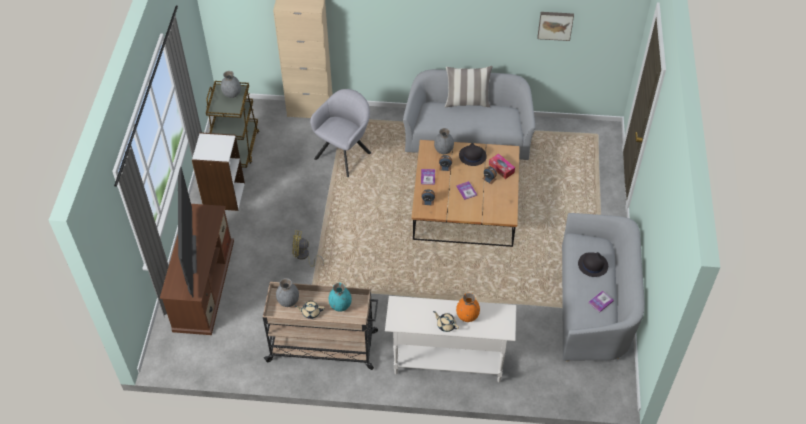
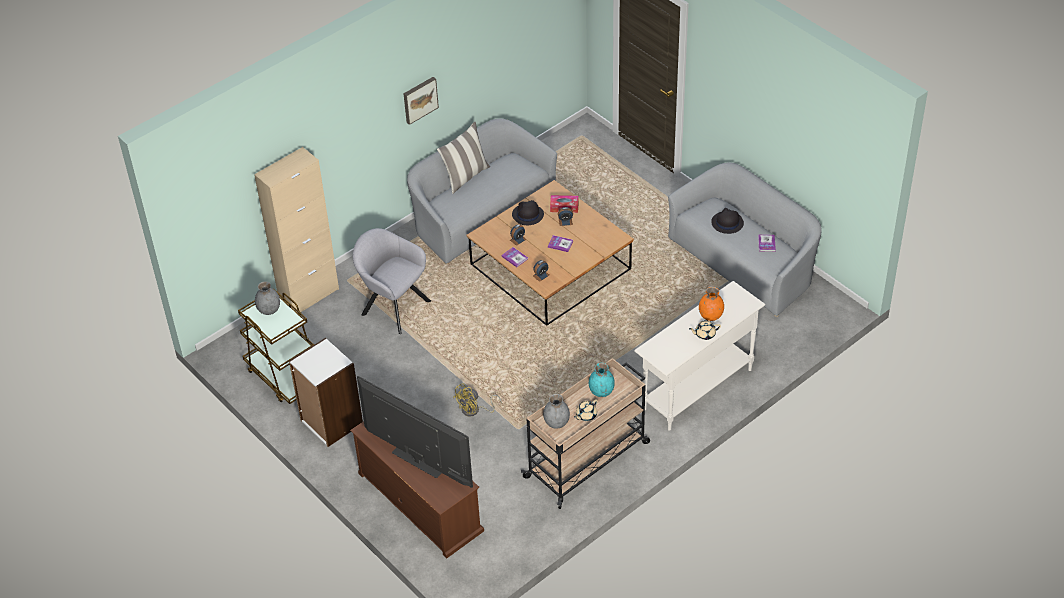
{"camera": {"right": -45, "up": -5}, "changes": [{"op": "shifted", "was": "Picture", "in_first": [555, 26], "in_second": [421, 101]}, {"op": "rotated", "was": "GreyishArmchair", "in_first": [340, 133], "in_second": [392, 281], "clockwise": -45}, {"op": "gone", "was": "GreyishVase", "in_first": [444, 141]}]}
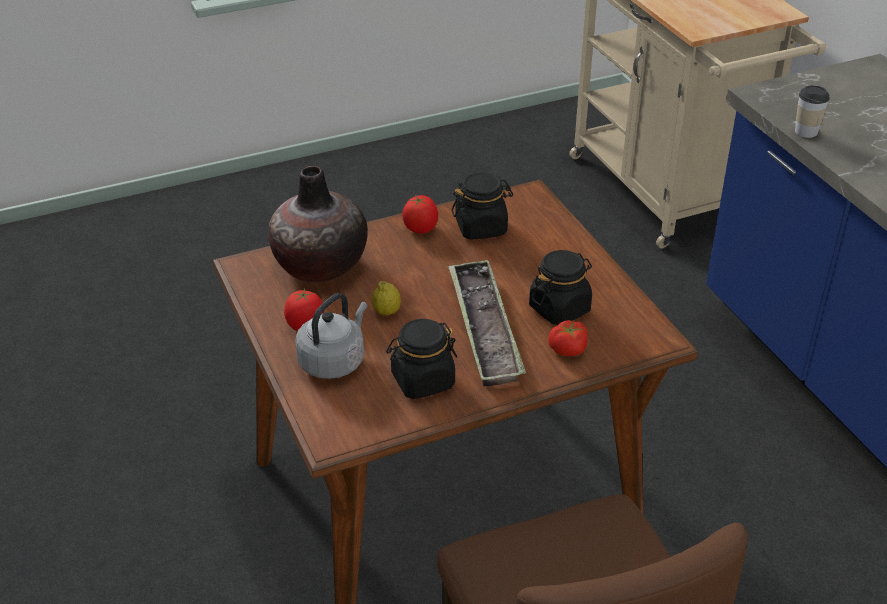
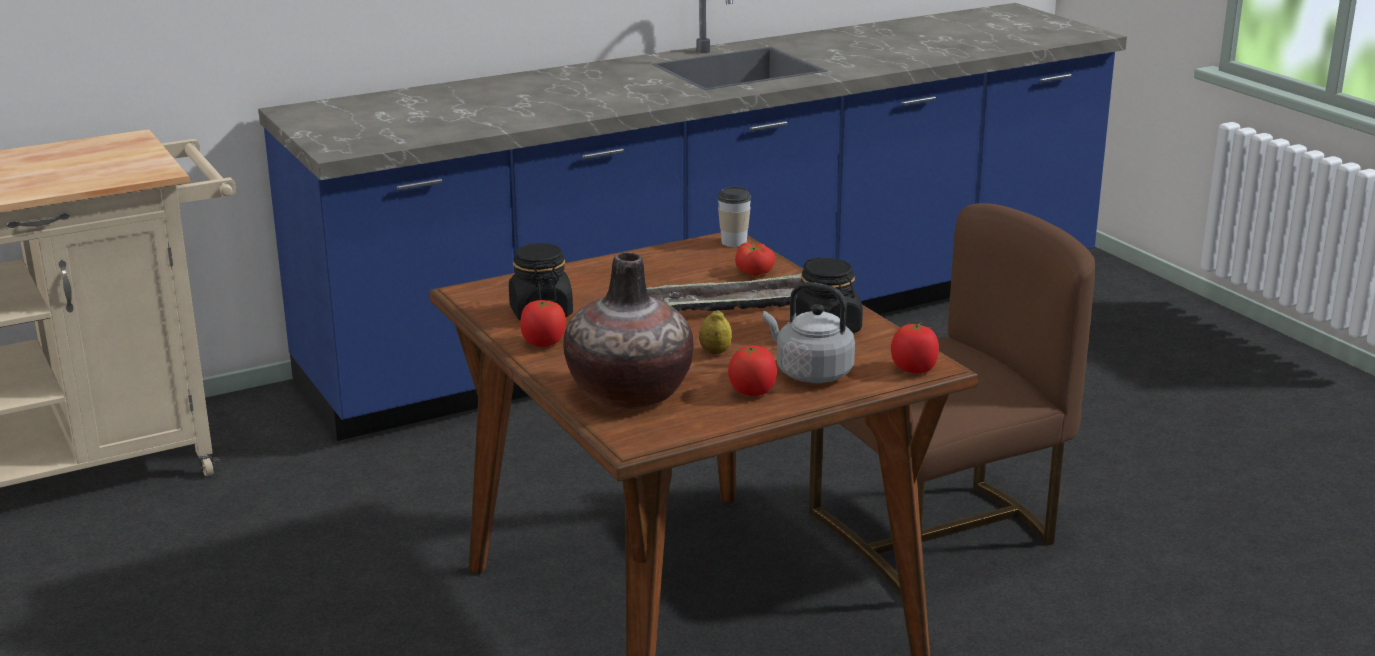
{"camera": {"right": -95, "up": -15}, "changes": [{"op": "shifted", "was": "SmallCup", "in_first": [812, 111], "in_second": [734, 217]}, {"op": "gone", "was": "BlackishJar", "in_first": [560, 287]}, {"op": "new", "now": "WholeTomato", "in_second": [915, 348]}]}
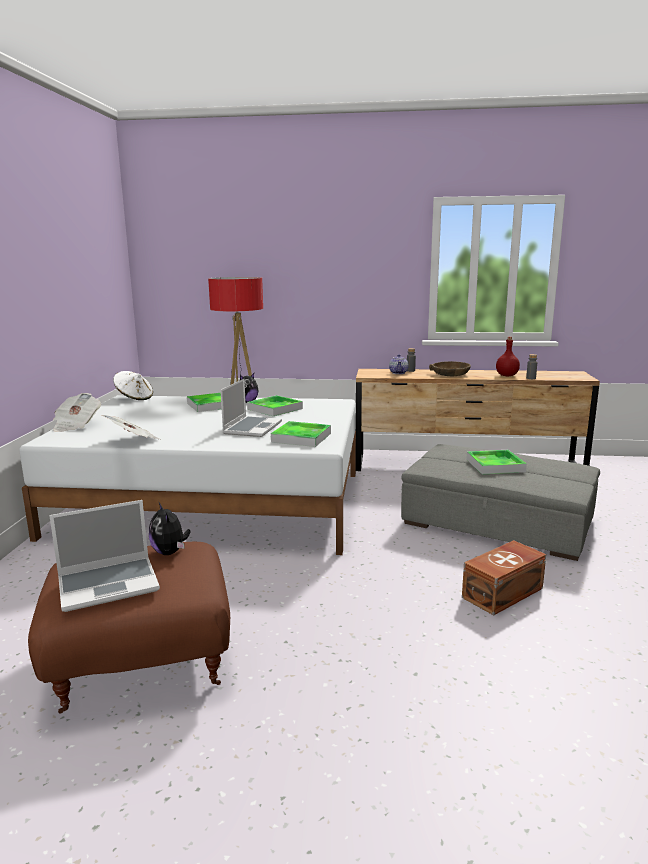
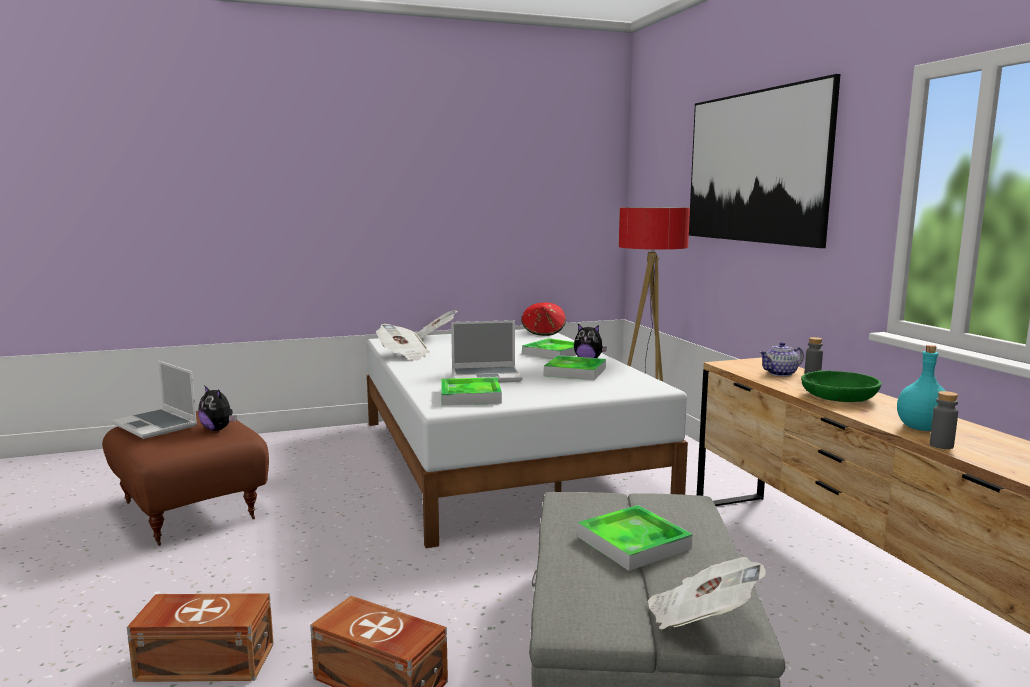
{"camera": {"right": 65, "up": -5}, "changes": [{"op": "repainted", "was": "RedColouredDrinkBottle", "now": "TurquoiseDrinkBottle", "in_first": [508, 356], "in_second": [921, 388]}, {"op": "repainted", "was": "BrownishBowl", "now": "GreenishBowl", "in_first": [450, 368], "in_second": [841, 386]}, {"op": "repainted", "was": "WhitishHat", "now": "RedColouredHat", "in_first": [133, 385], "in_second": [543, 319]}, {"op": "rotated", "was": "SoftToy", "in_first": [169, 529], "in_second": [217, 408], "clockwise": -90}, {"op": "new", "now": "Picture", "in_second": [764, 161]}, {"op": "new", "now": "DailyPaper", "in_second": [706, 593]}, {"op": "new", "now": "BrownishStorageContainer", "in_second": [200, 637]}]}
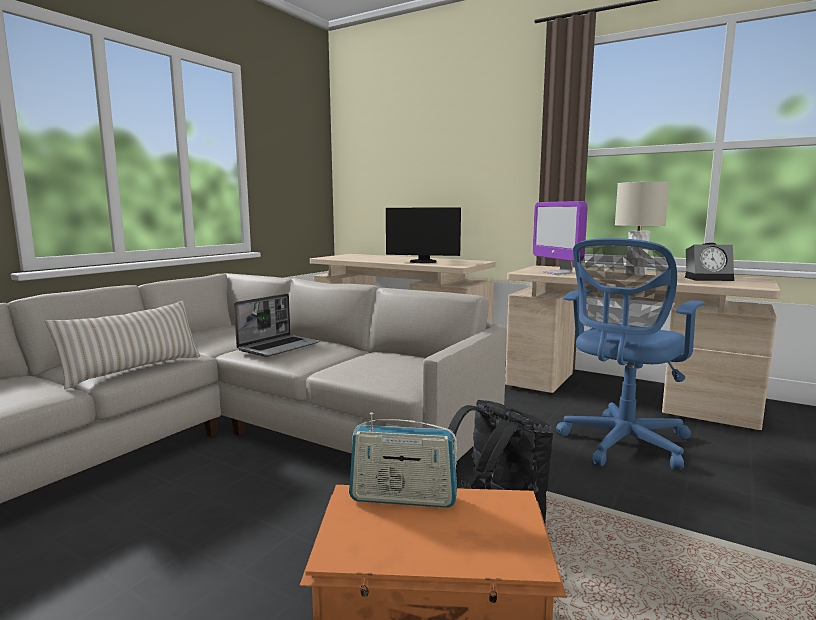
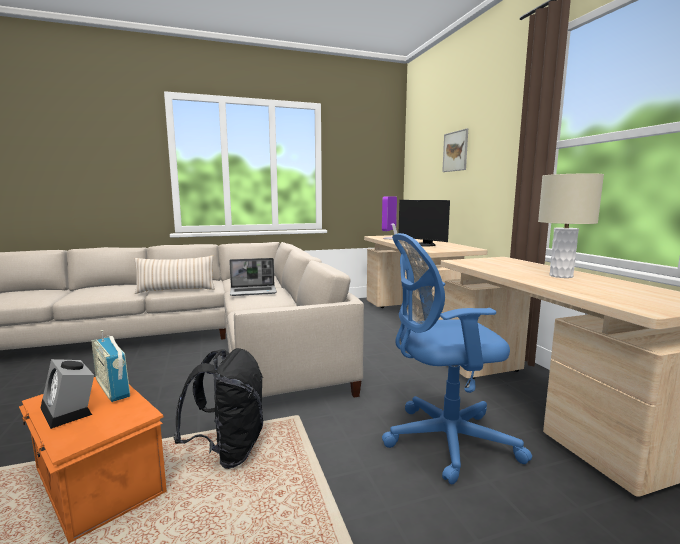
{"camera": {"right": 40, "up": 0}, "changes": [{"op": "shifted", "was": "ComputerScreen", "in_first": [560, 238], "in_second": [389, 217]}, {"op": "shifted", "was": "AlarmClock", "in_first": [709, 262], "in_second": [67, 394]}, {"op": "new", "now": "Picture", "in_second": [455, 150]}]}
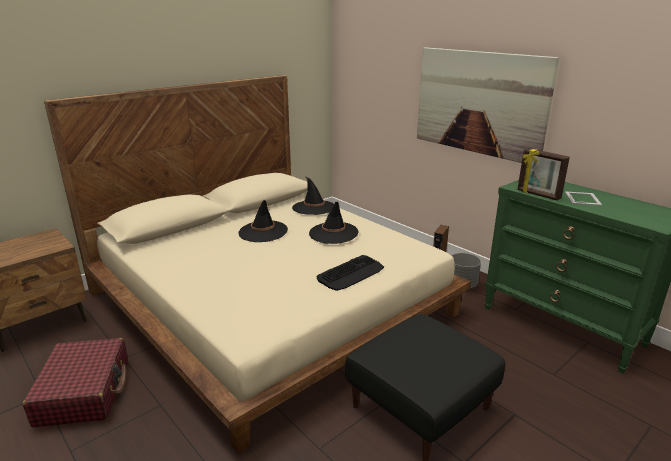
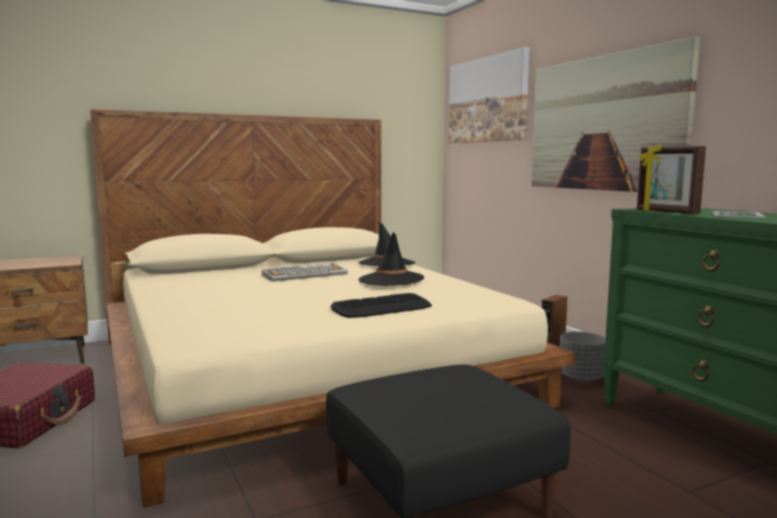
{"camera": {"right": 15, "up": -15}, "changes": [{"op": "swapped", "was": "BlackishHat", "now": "ComputerKeyboard", "in_first": [263, 221], "in_second": [305, 272]}, {"op": "new", "now": "Picture", "in_second": [489, 95]}]}
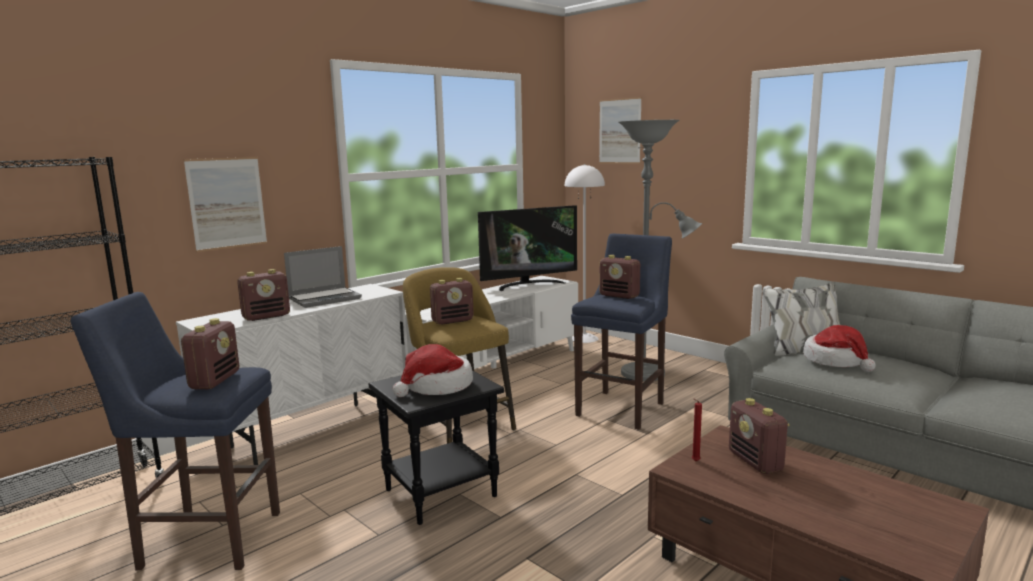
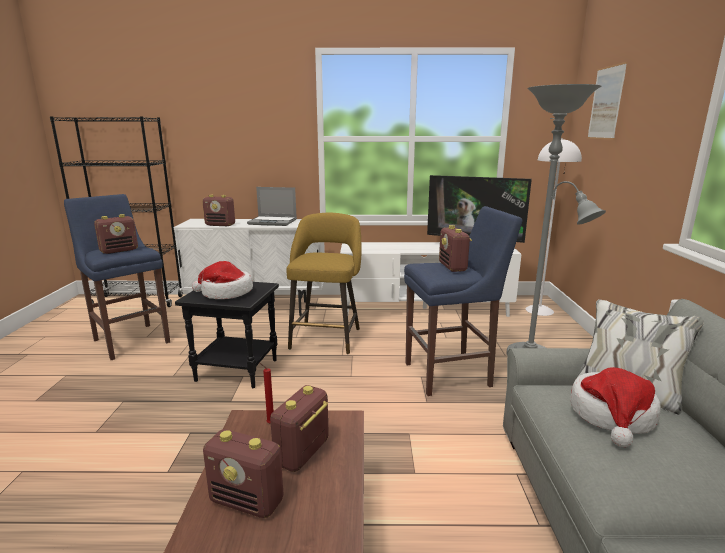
{"camera": {"right": 45, "up": 5}, "changes": [{"op": "gone", "was": "Picture", "in_first": [225, 204]}, {"op": "shifted", "was": "Radio", "in_first": [452, 301], "in_second": [243, 473]}]}
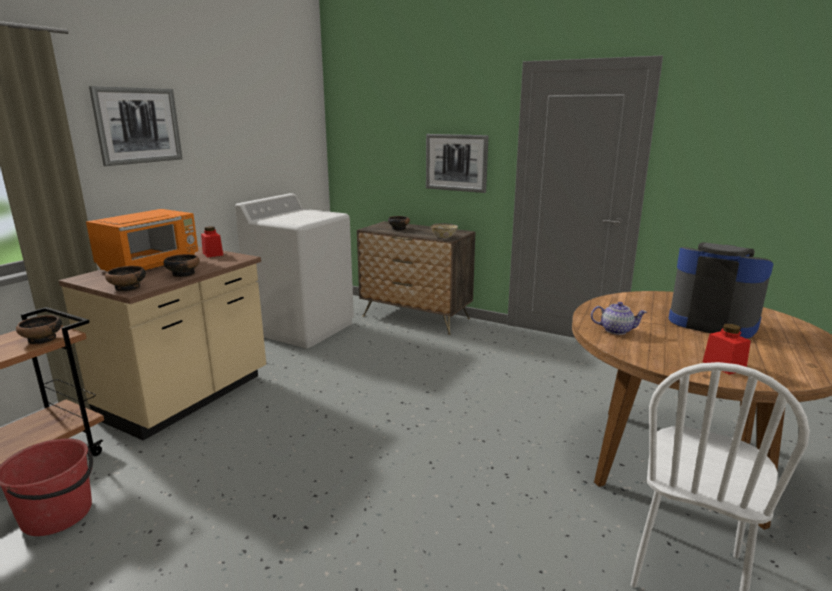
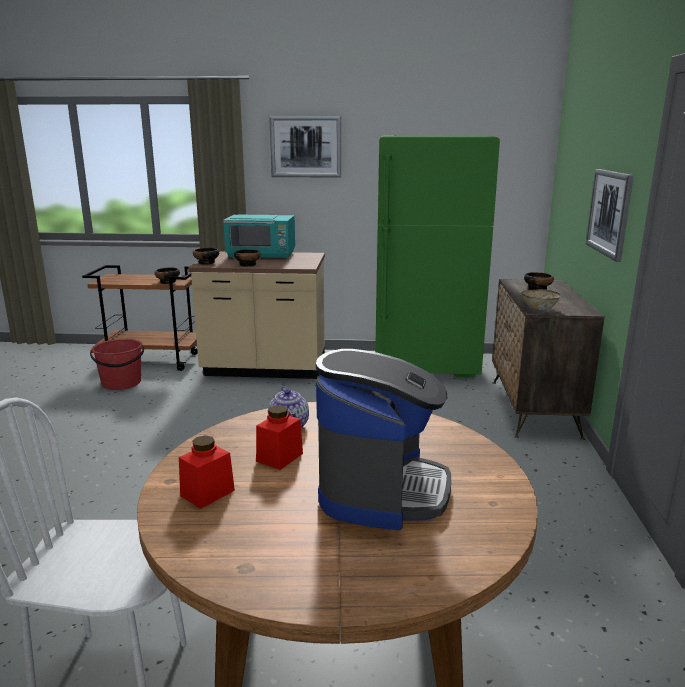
{"camera": {"right": 65, "up": 0}, "changes": [{"op": "swapped", "was": "WhitishLaundryAppliance", "now": "GreenishKitchenFridge", "in_first": [294, 270], "in_second": [437, 256]}, {"op": "repainted", "was": "OrangeMicrowaveOven", "now": "TurquoiseMicrowaveOven", "in_first": [142, 240], "in_second": [259, 237]}, {"op": "shifted", "was": "RedColouredJar", "in_first": [212, 242], "in_second": [279, 437]}]}
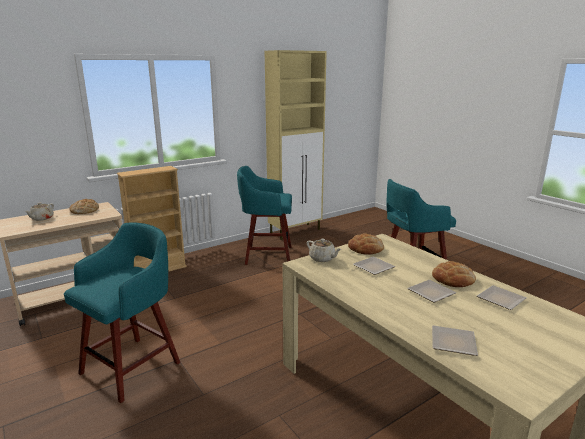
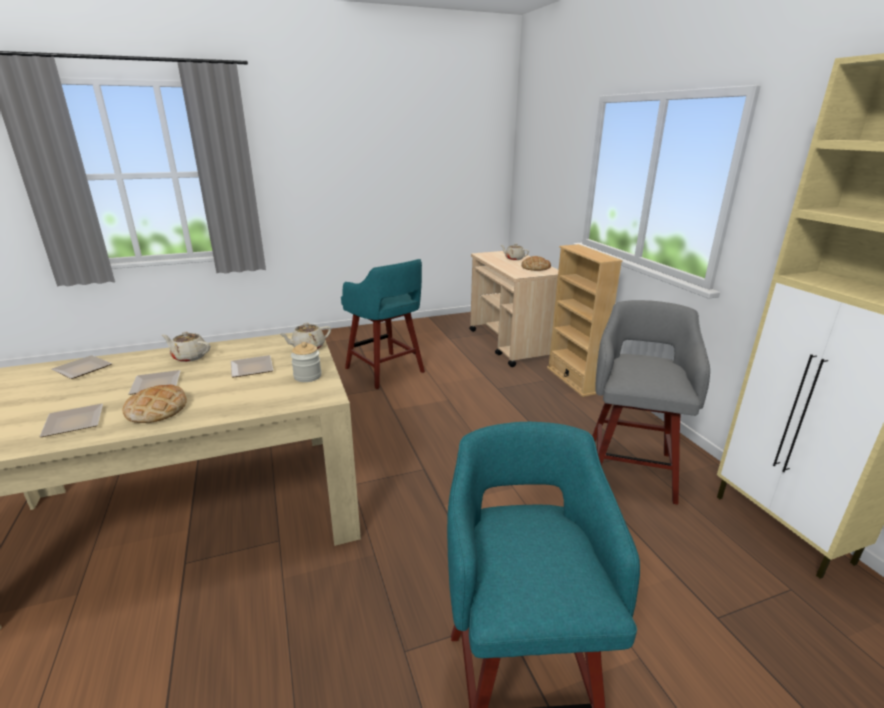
{"camera": {"right": 105, "up": 5}, "changes": [{"op": "repainted", "was": "TurquoiseStoolSeat", "now": "GreyishStoolSeat", "in_first": [264, 215], "in_second": [651, 402]}, {"op": "swapped", "was": "BakedBread", "now": "Jar", "in_first": [366, 244], "in_second": [306, 362]}, {"op": "new", "now": "SandColouredPotForTea", "in_second": [186, 347]}]}
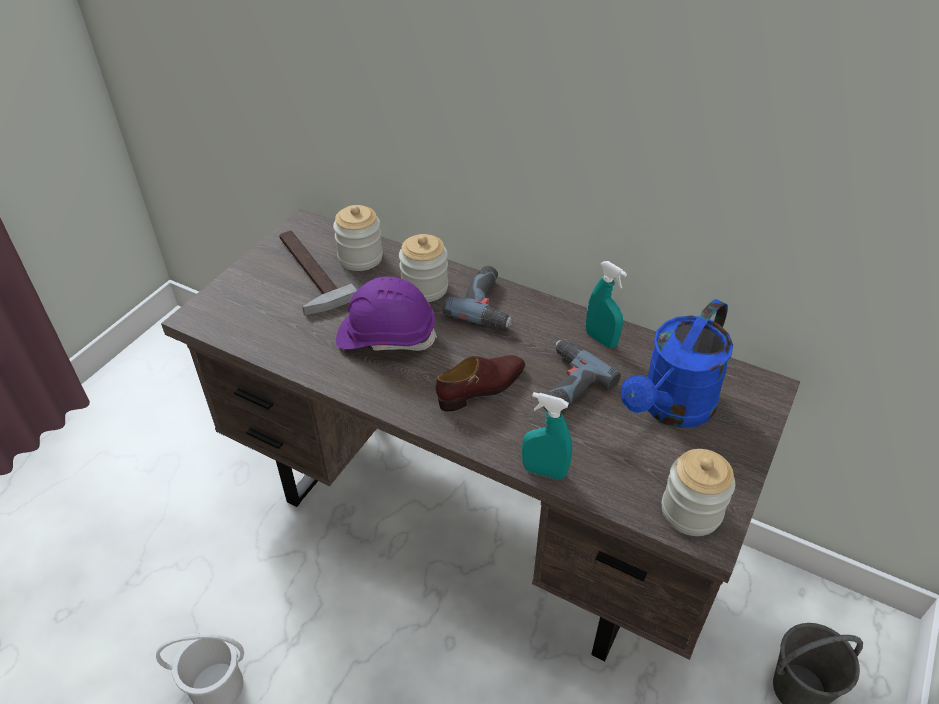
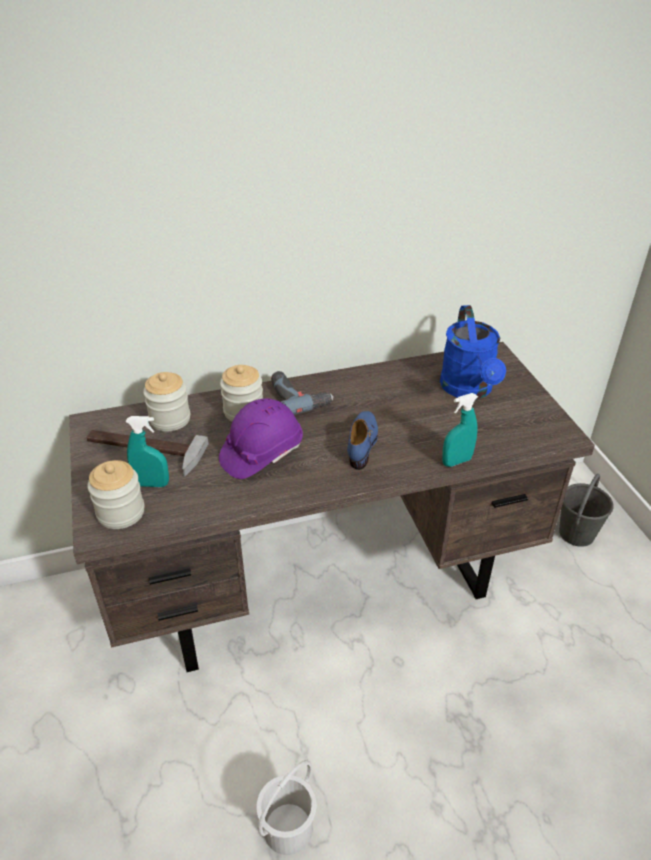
{"camera": {"right": -45, "up": -5}, "changes": [{"op": "shifted", "was": "TurquoiseSprayBottle", "in_first": [606, 304], "in_second": [147, 451]}, {"op": "gone", "was": "Drill", "in_first": [582, 375]}, {"op": "repainted", "was": "BrownishLowShoe", "now": "BlueColouredLowShoe", "in_first": [480, 383], "in_second": [362, 440]}, {"op": "shifted", "was": "Jar", "in_first": [698, 492], "in_second": [115, 494]}]}
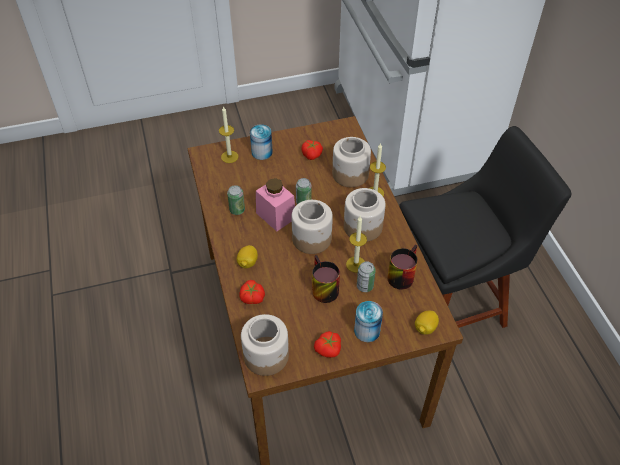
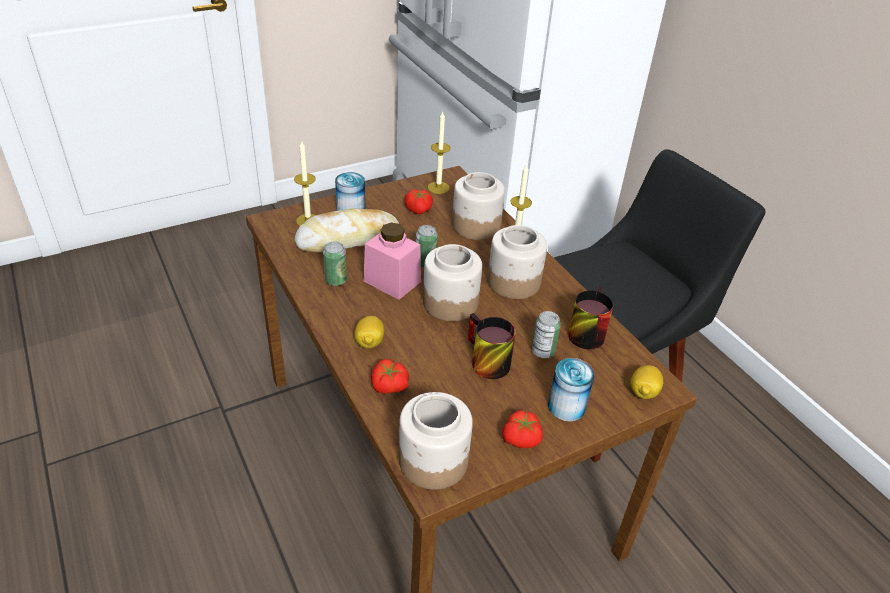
{"camera": {"right": -15, "up": -10}, "changes": [{"op": "shifted", "was": "WaxCandle", "in_first": [356, 244], "in_second": [439, 153]}, {"op": "new", "now": "BakedBread", "in_second": [346, 230]}]}
